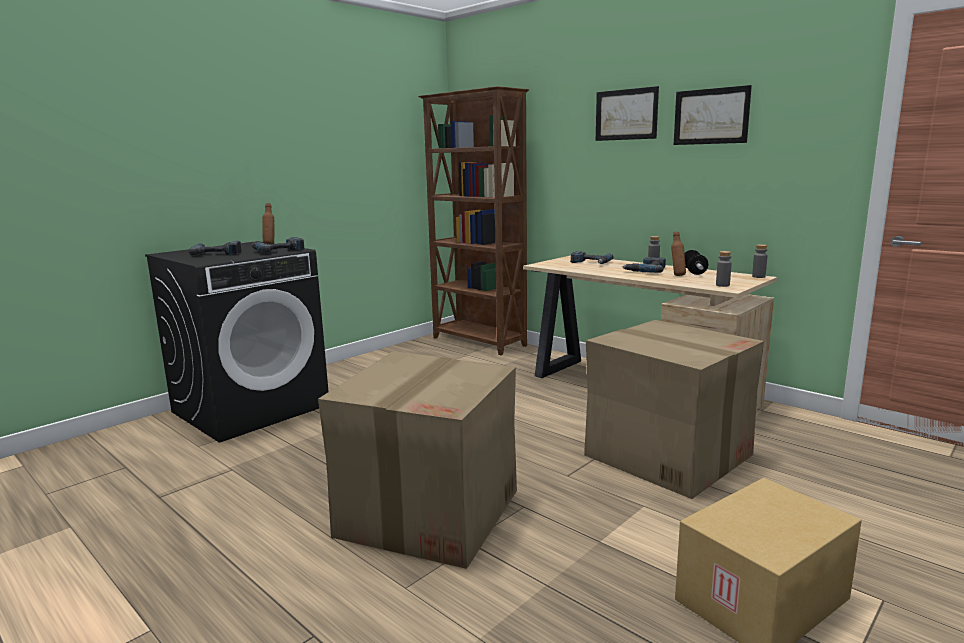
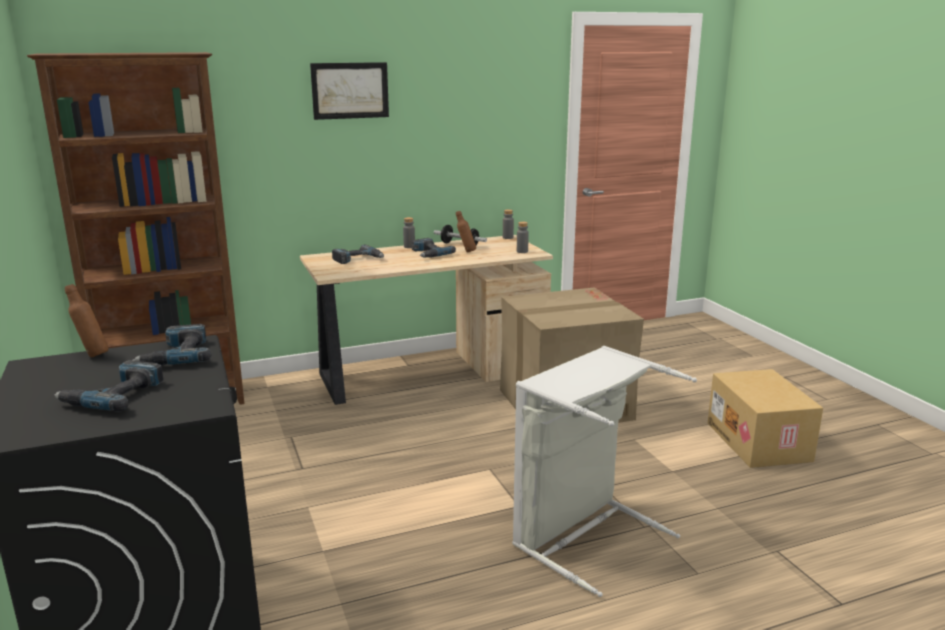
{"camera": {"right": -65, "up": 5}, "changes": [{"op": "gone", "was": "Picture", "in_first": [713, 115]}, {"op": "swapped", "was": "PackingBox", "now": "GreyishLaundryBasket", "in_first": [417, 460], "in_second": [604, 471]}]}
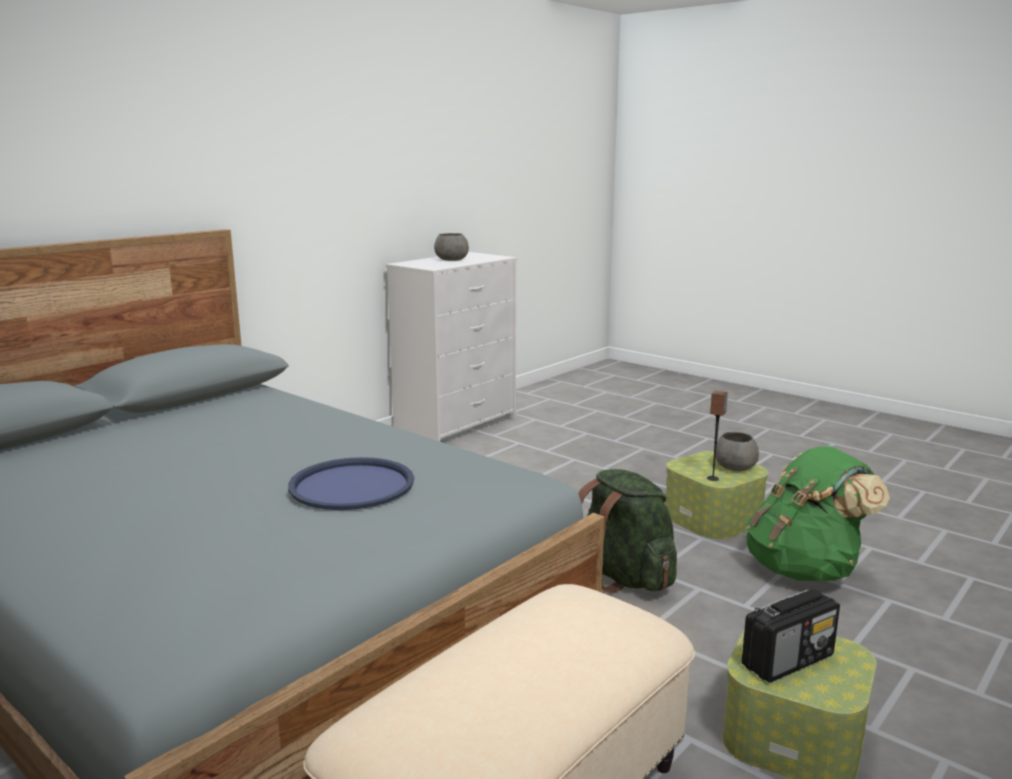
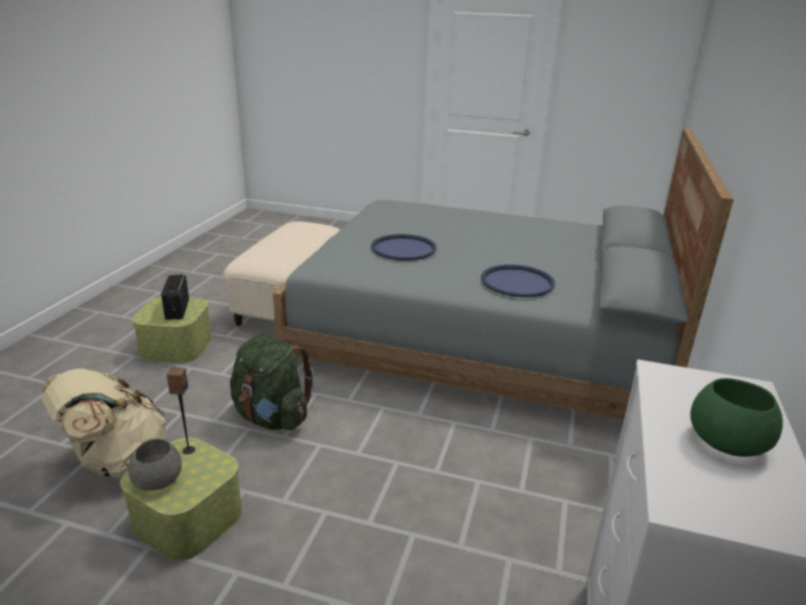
{"camera": {"right": 155, "up": 10}, "changes": [{"op": "repainted", "was": "GreyishBowl", "now": "GreenishBowl", "in_first": [451, 247], "in_second": [736, 417]}, {"op": "repainted", "was": "GreenishBackpack", "now": "SandColouredBackpack", "in_first": [817, 513], "in_second": [105, 423]}, {"op": "rotated", "was": "Radio", "in_first": [791, 636], "in_second": [175, 297], "clockwise": -45}, {"op": "new", "now": "BlueColouredTray", "in_second": [518, 280]}]}
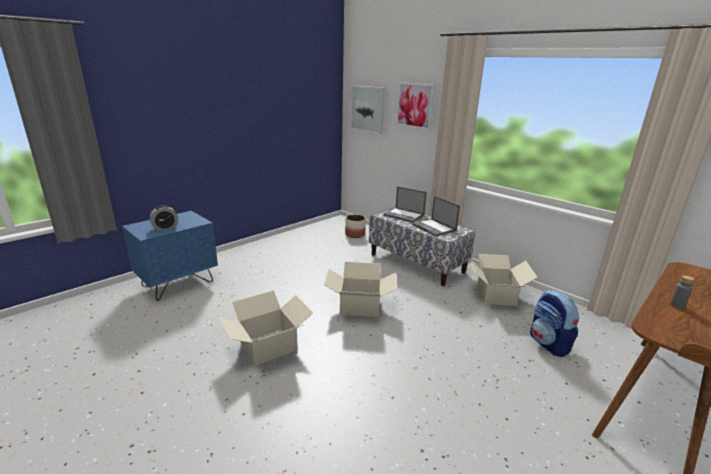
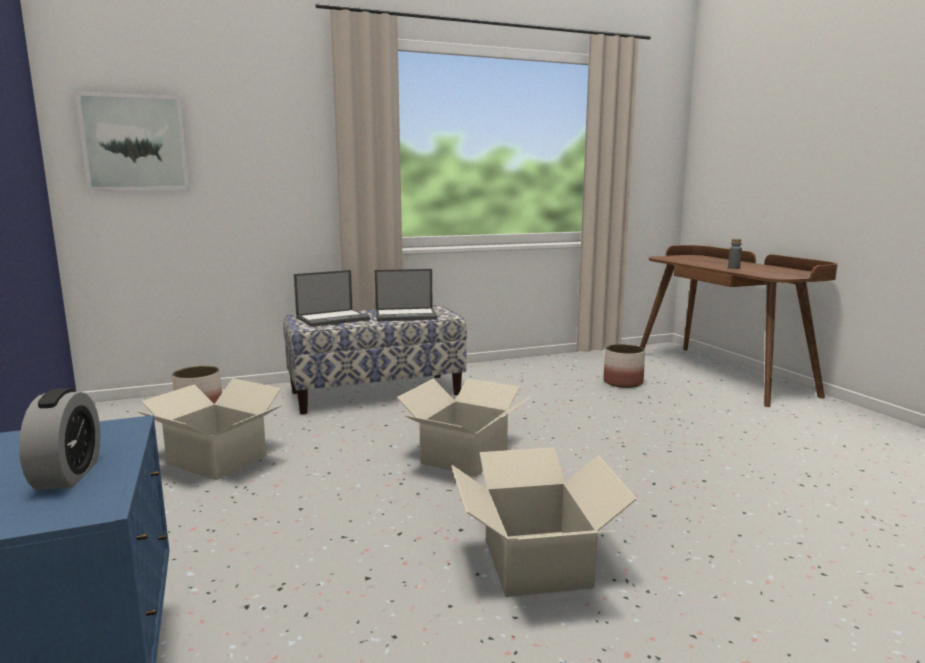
{"camera": {"right": -65, "up": -10}, "changes": [{"op": "gone", "was": "Picture", "in_first": [415, 106]}, {"op": "shifted", "was": "PackingBox", "in_first": [503, 280], "in_second": [209, 429]}, {"op": "swapped", "was": "Backpack", "now": "Planter", "in_first": [554, 323], "in_second": [624, 366]}]}
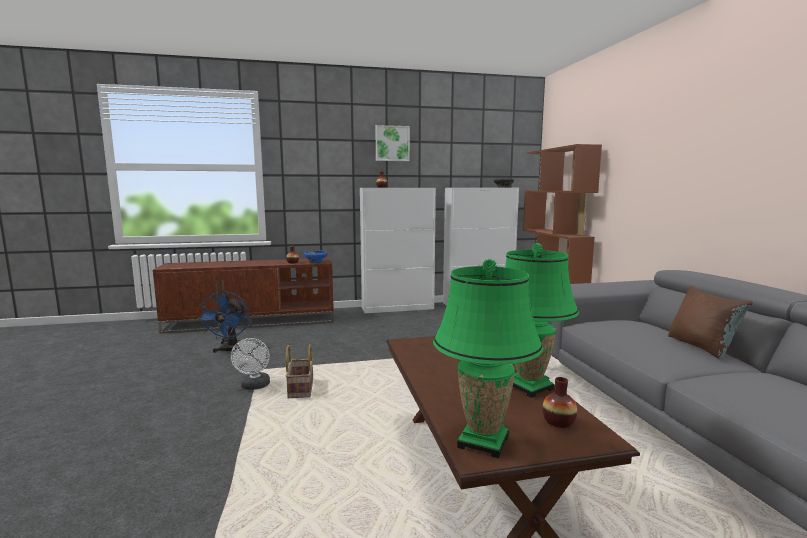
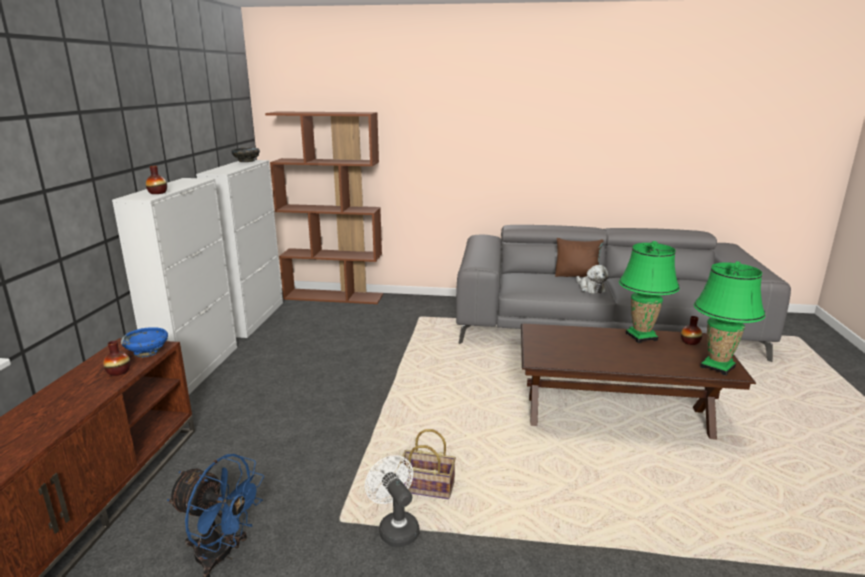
{"camera": {"right": -70, "up": 10}, "changes": [{"op": "gone", "was": "Picture", "in_first": [392, 143]}, {"op": "rotated", "was": "WhitishCoolingFan", "in_first": [250, 364], "in_second": [392, 501], "clockwise": -135}, {"op": "new", "now": "SoftToy", "in_second": [592, 279]}]}
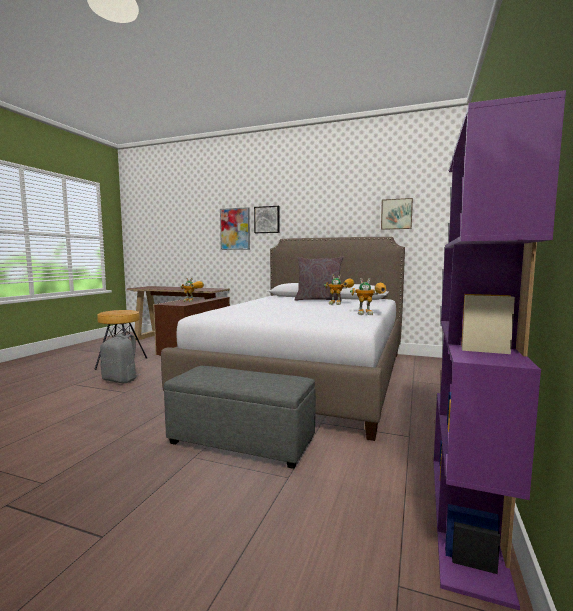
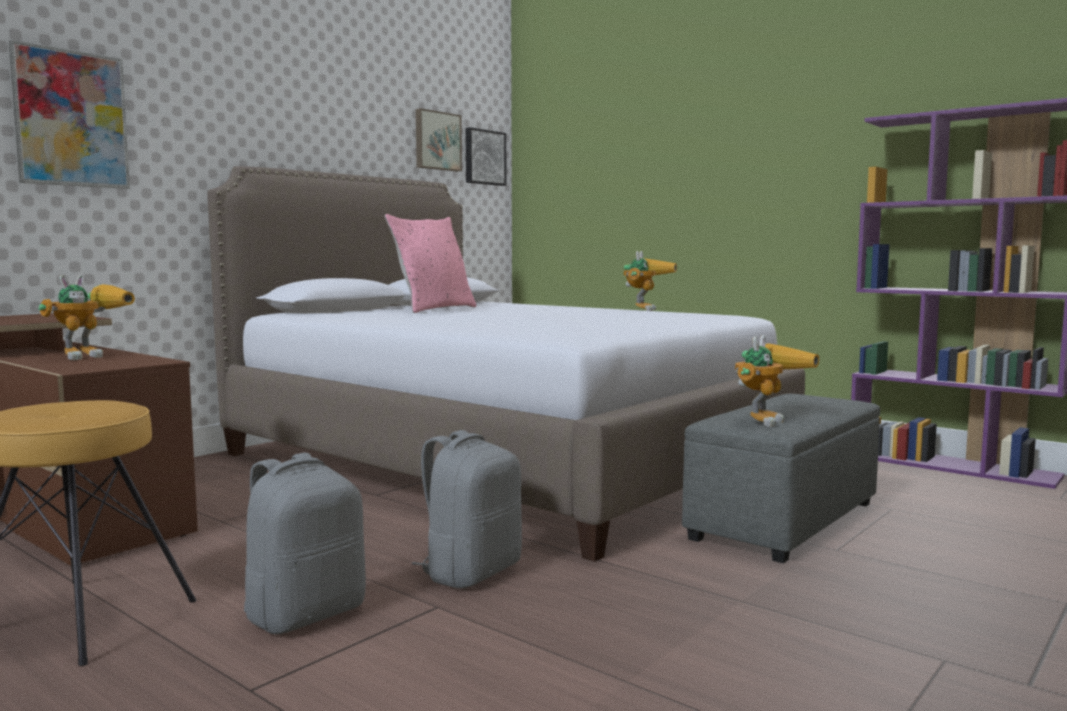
{"camera": {"right": -70, "up": 0}, "changes": [{"op": "shifted", "was": "Picture", "in_first": [266, 219], "in_second": [486, 156]}, {"op": "repainted", "was": "GreyishThrowPillow", "now": "PinkThrowPillow", "in_first": [319, 278], "in_second": [431, 263]}, {"op": "shifted", "was": "ModelRobot", "in_first": [339, 290], "in_second": [777, 381]}, {"op": "new", "now": "GreyishBackpack", "in_second": [467, 509]}]}
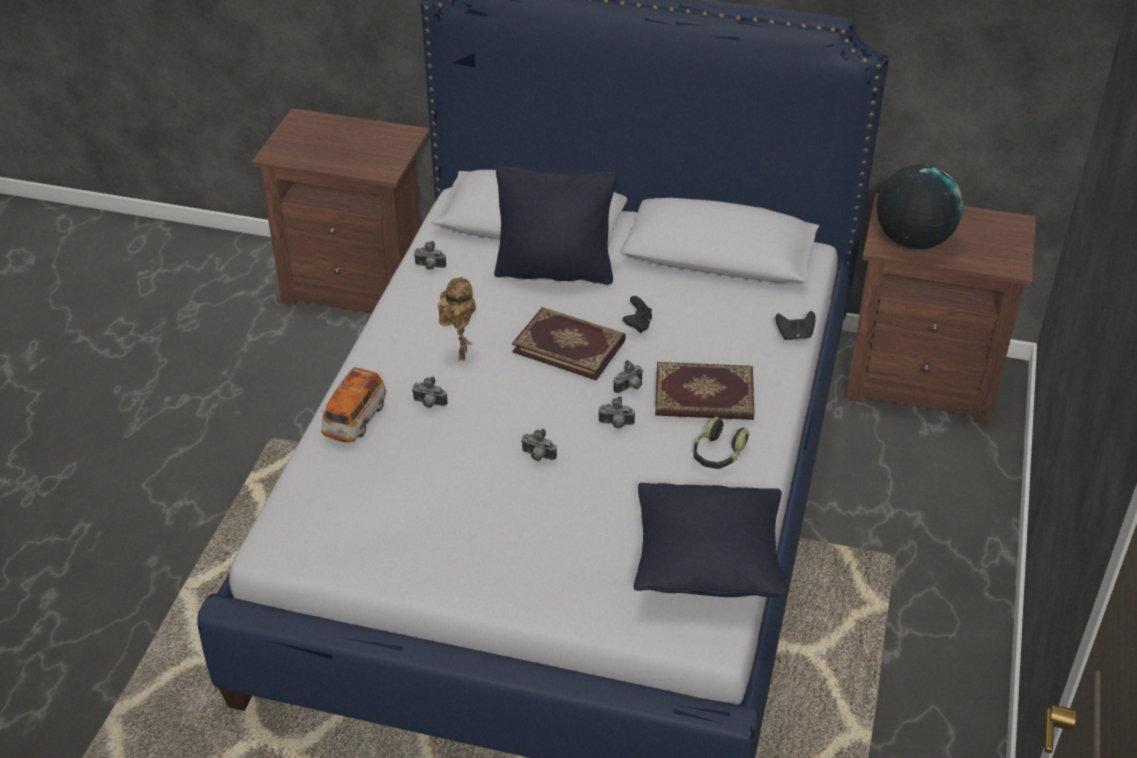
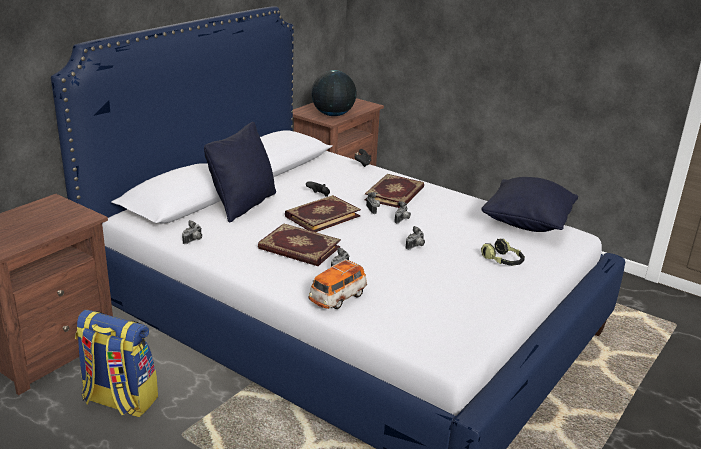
{"camera": {"right": -70, "up": -15}, "changes": [{"op": "swapped", "was": "ModelRobot", "now": "Volume", "in_first": [457, 319], "in_second": [299, 244]}, {"op": "rotated", "was": "ModelCar", "in_first": [353, 404], "in_second": [338, 284], "clockwise": 90}, {"op": "shifted", "was": "Headphones", "in_first": [721, 443], "in_second": [503, 252]}, {"op": "new", "now": "Backpack", "in_second": [116, 363]}]}
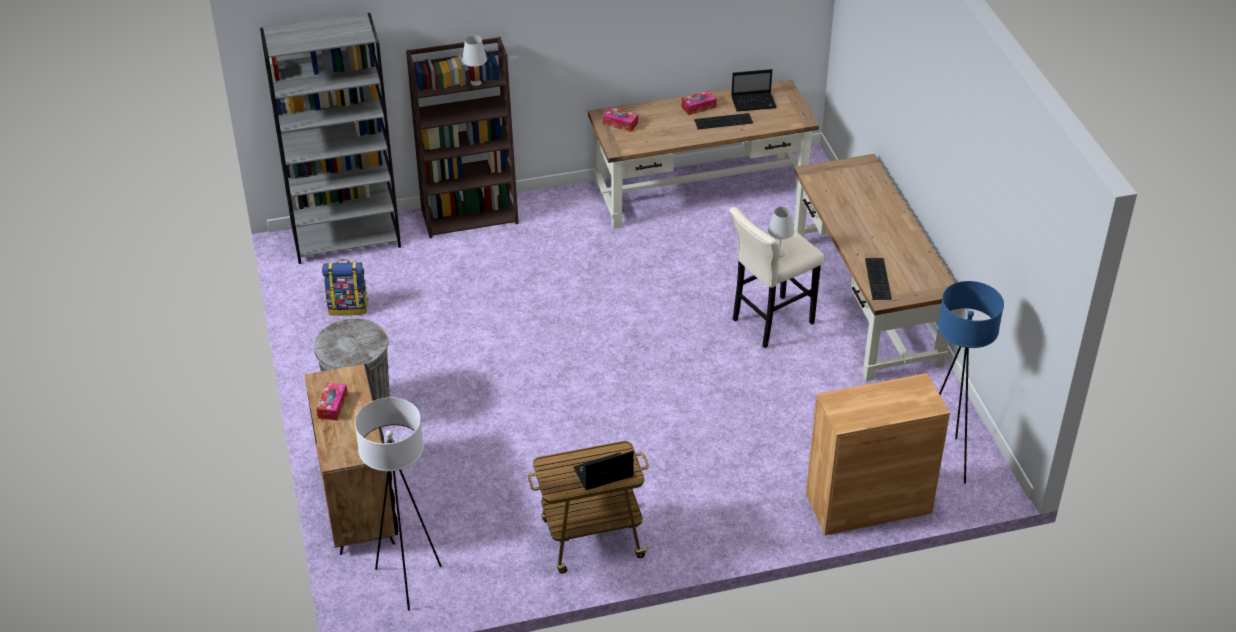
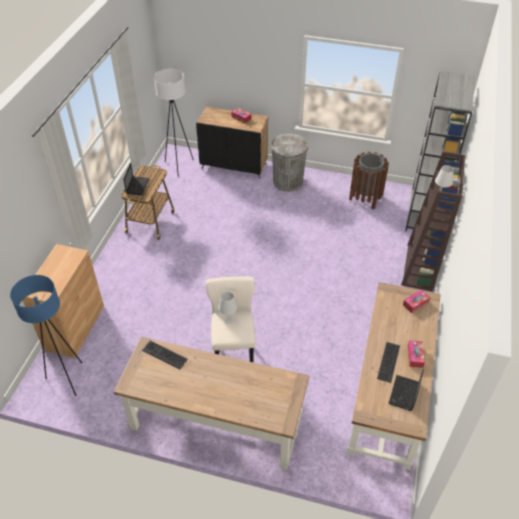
{"camera": {"right": 120, "up": 5}, "changes": [{"op": "swapped", "was": "Backpack", "now": "BrownishWasteBin", "in_first": [345, 287], "in_second": [369, 181]}]}
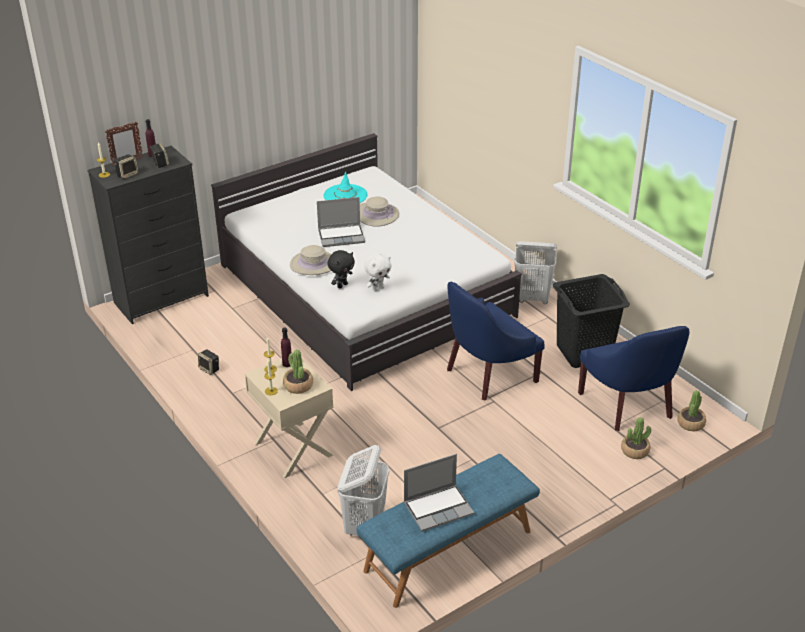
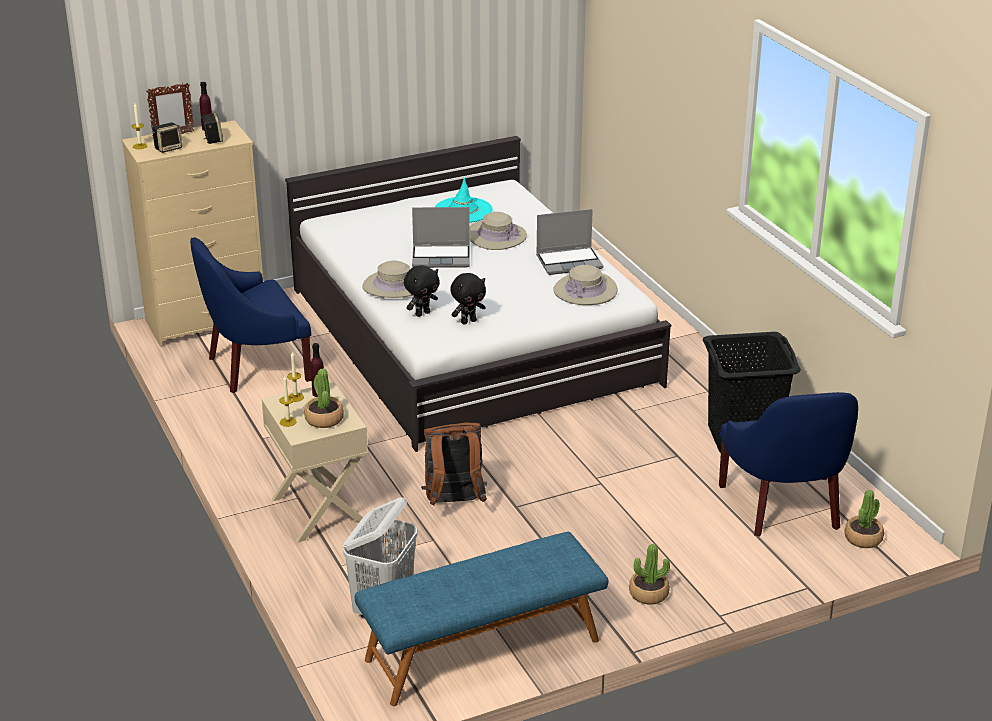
{"camera": {"right": 10, "up": -5}, "changes": [{"op": "repainted", "was": "BlackishChestOfDrawers", "now": "SandColouredChestOfDrawers", "in_first": [148, 235], "in_second": [193, 233]}, {"op": "gone", "was": "WhitishLaundryBasket", "in_first": [535, 272]}, {"op": "repainted", "was": "WhitishSoftToy", "now": "BlackishSoftToy", "in_first": [378, 272], "in_second": [468, 299]}, {"op": "shifted", "was": "BlueColouredArmchair", "in_first": [496, 341], "in_second": [251, 315]}, {"op": "gone", "was": "Loudspeaker", "in_first": [208, 362]}, {"op": "shifted", "was": "Houseplant", "in_first": [636, 438], "in_second": [649, 574]}, {"op": "shifted", "was": "NotebookComputer", "in_first": [439, 493], "in_second": [569, 242]}, {"op": "new", "now": "SandColouredHat", "in_second": [585, 285]}, {"op": "new", "now": "BrownishBackpack", "in_second": [454, 463]}]}
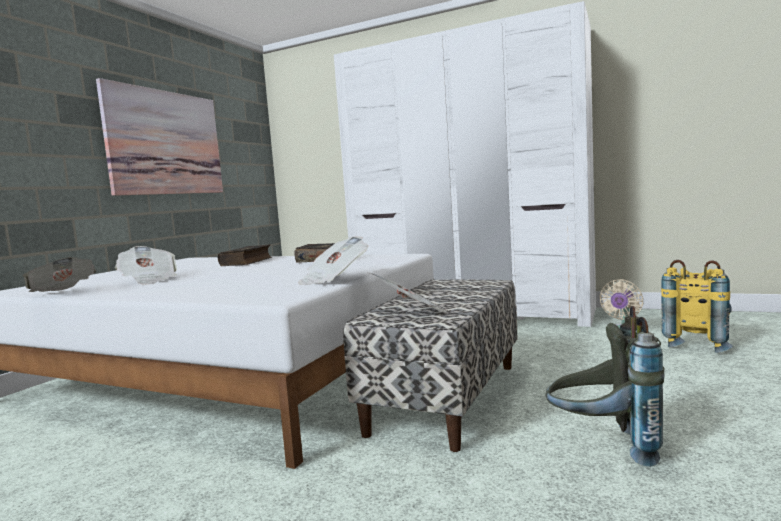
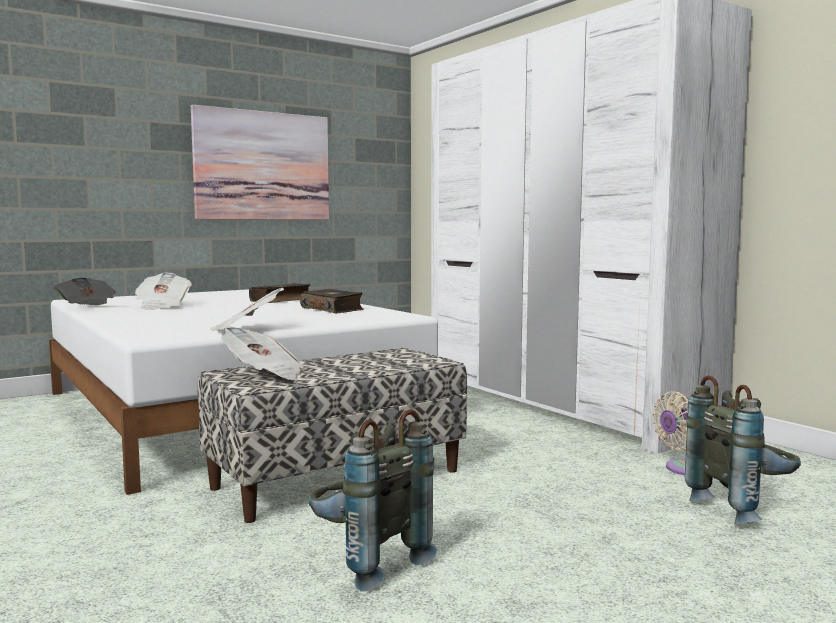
{"camera": {"right": 30, "up": 0}, "changes": [{"op": "repainted", "was": "YellowishBackpack", "now": "GreyishBackpack", "in_first": [697, 306], "in_second": [743, 449]}]}
